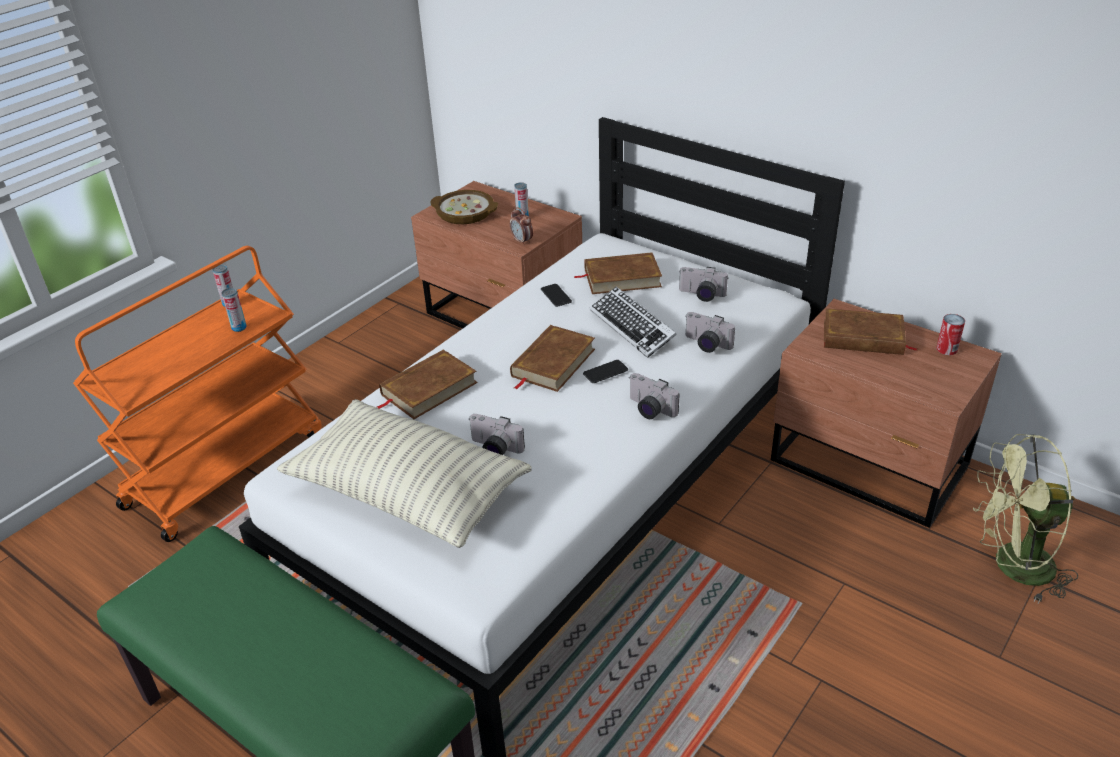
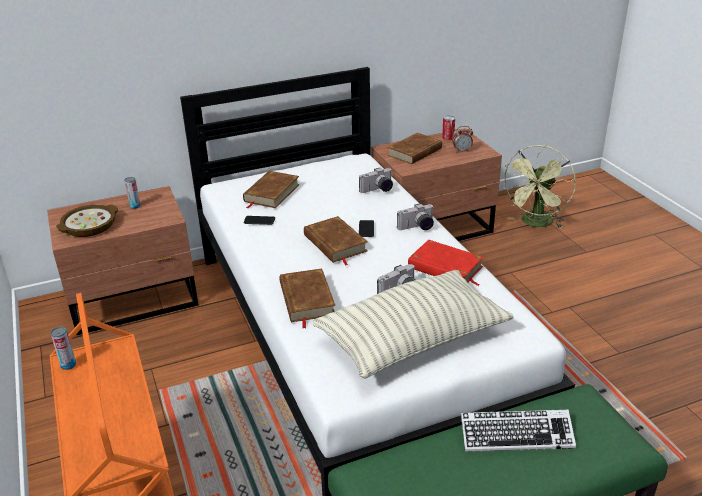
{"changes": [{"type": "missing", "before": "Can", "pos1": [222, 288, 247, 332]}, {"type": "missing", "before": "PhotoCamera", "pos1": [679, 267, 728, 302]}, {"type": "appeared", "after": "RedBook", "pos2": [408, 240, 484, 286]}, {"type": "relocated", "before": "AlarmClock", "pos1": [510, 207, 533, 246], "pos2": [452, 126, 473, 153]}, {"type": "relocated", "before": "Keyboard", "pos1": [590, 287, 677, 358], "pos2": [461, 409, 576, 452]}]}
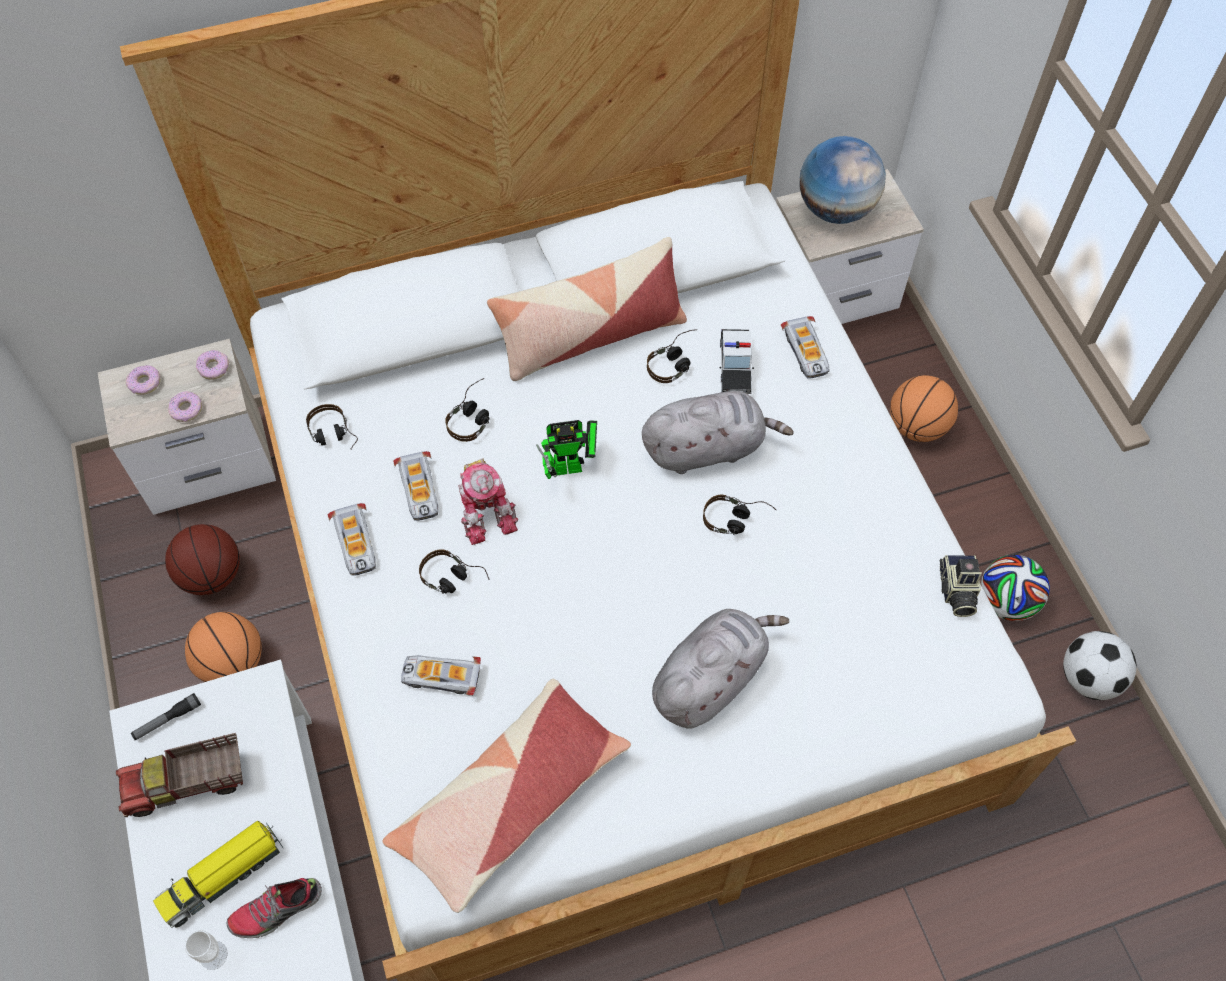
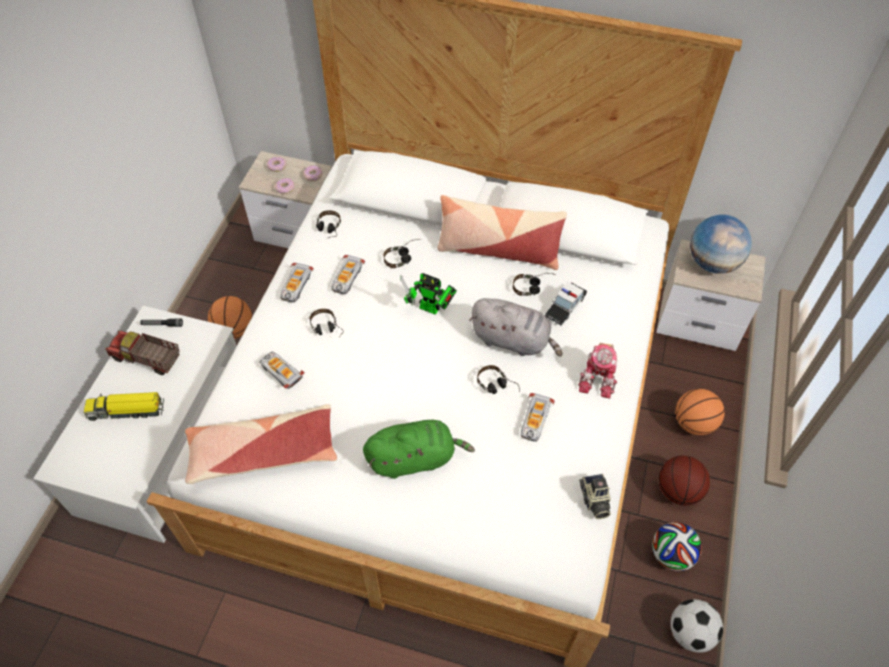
{"changes": [{"type": "missing", "before": "Cup", "pos1": [185, 930, 228, 970]}, {"type": "missing", "before": "Shoe", "pos1": [226, 878, 322, 938]}, {"type": "relocated", "before": "Basketball", "pos1": [165, 524, 240, 595], "pos2": [659, 456, 710, 506]}, {"type": "relocated", "before": "ToyRobot", "pos1": [458, 458, 518, 545], "pos2": [578, 343, 617, 399]}, {"type": "relocated", "before": "ToyCar", "pos1": [781, 316, 830, 378], "pos2": [521, 393, 555, 442]}, {"type": "colour", "before": "GreyPlushToy", "after": "GreenPlushToy", "pos1": [652, 609, 789, 729], "pos2": [363, 420, 475, 479]}, {"type": "spun", "before": "PhotoCamera", "pos1": [940, 555, 982, 617], "pos2": [579, 474, 611, 519], "turn": -45}]}
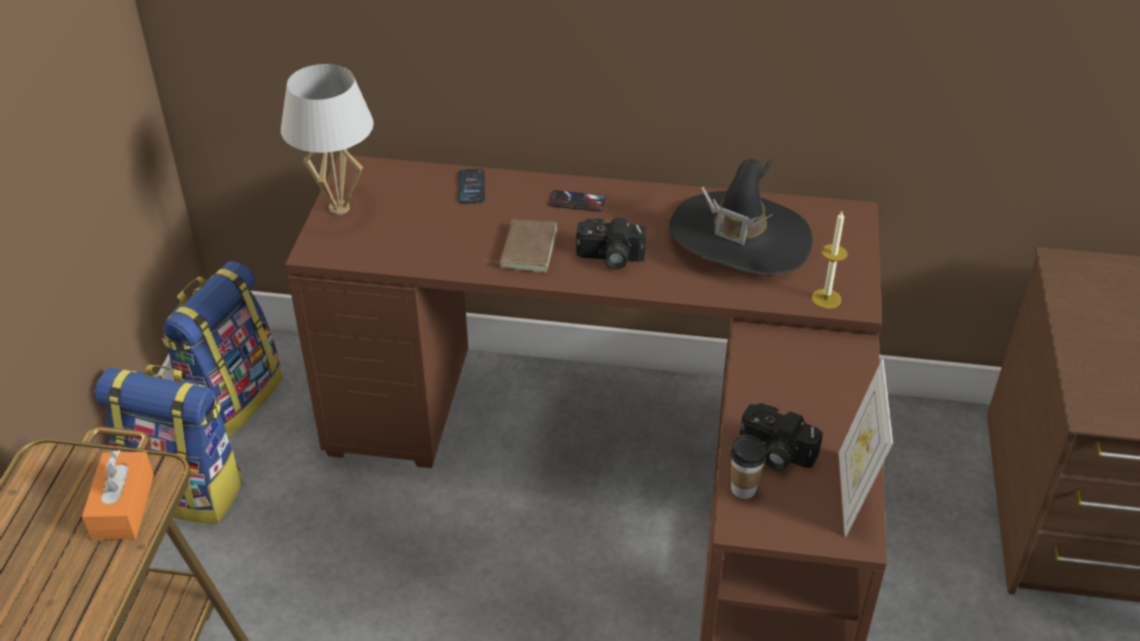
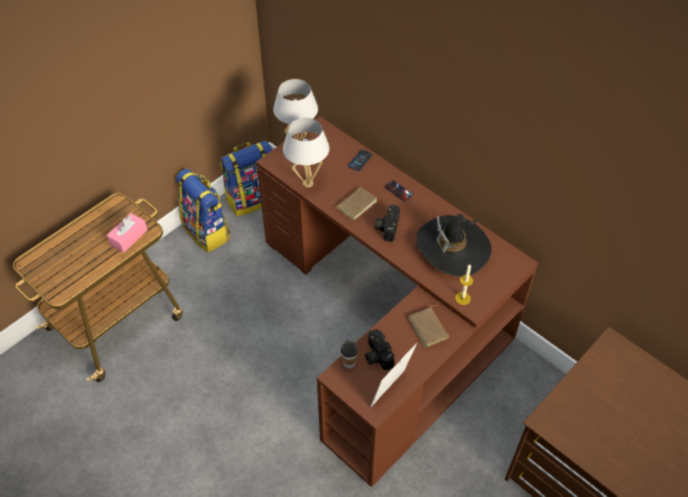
{"changes": [{"type": "appeared", "after": "WhiteTableLamp", "pos2": [283, 118, 329, 188]}, {"type": "appeared", "after": "BrownBook", "pos2": [408, 305, 449, 348]}, {"type": "colour", "before": "OrangeTissueBox", "after": "PinkTissueBox", "pos1": [82, 450, 154, 540], "pos2": [107, 213, 147, 253]}, {"type": "spun", "before": "PhotoCamera", "pos1": [576, 217, 647, 269], "pos2": [375, 205, 400, 242], "turn": 60}]}
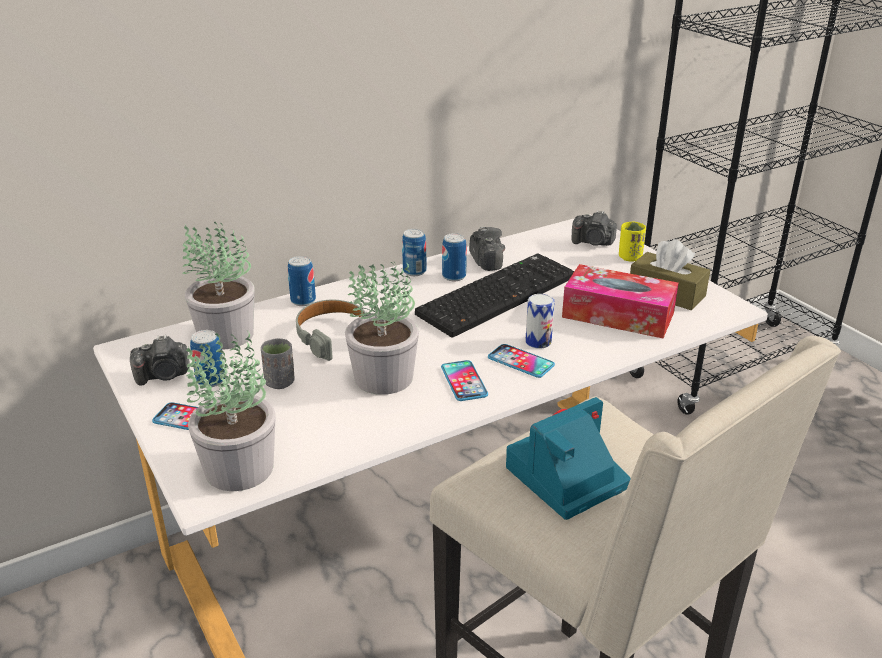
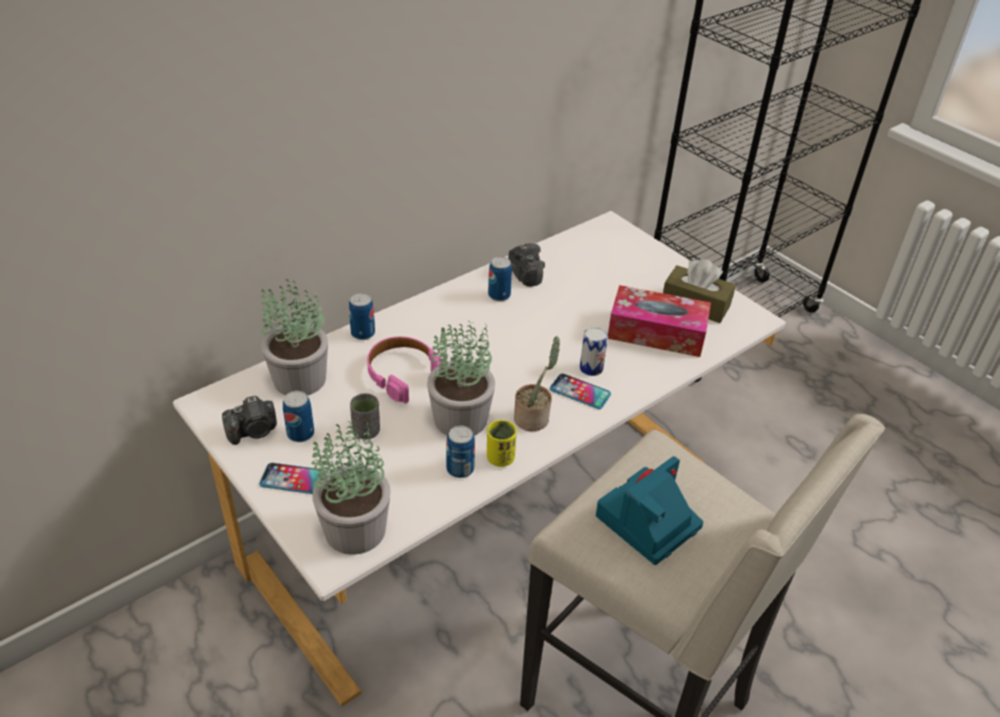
{"changes": [{"type": "missing", "before": "Keyboard", "pos1": [415, 253, 574, 338]}, {"type": "missing", "before": "PhotoCamera", "pos1": [572, 210, 617, 246]}, {"type": "relocated", "before": "Can", "pos1": [402, 229, 426, 276], "pos2": [446, 426, 475, 478]}, {"type": "relocated", "before": "YellowCup", "pos1": [619, 222, 646, 262], "pos2": [487, 420, 517, 467]}, {"type": "exchanged", "before": "Phone", "after": "PottedPlant", "pos1": [441, 360, 488, 401], "pos2": [514, 336, 560, 431]}, {"type": "colour", "before": "GreyHeadphones", "after": "PinkHeadphones", "pos1": [296, 300, 367, 361], "pos2": [367, 336, 445, 403]}]}
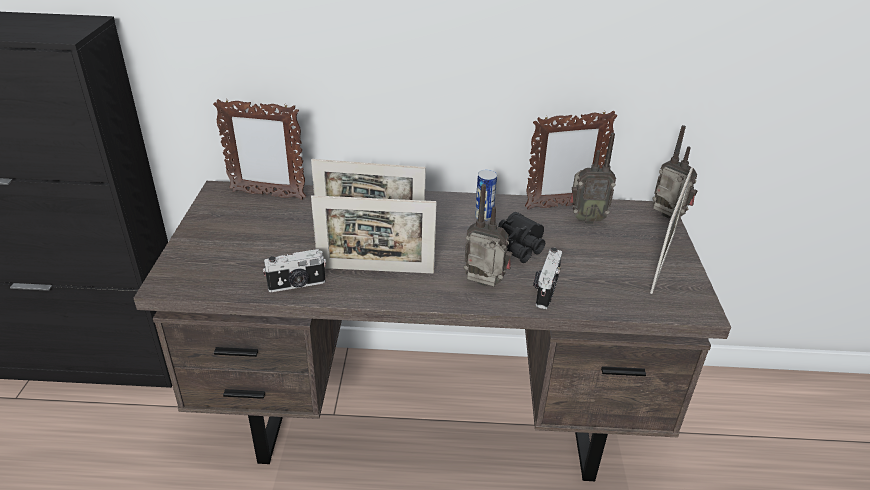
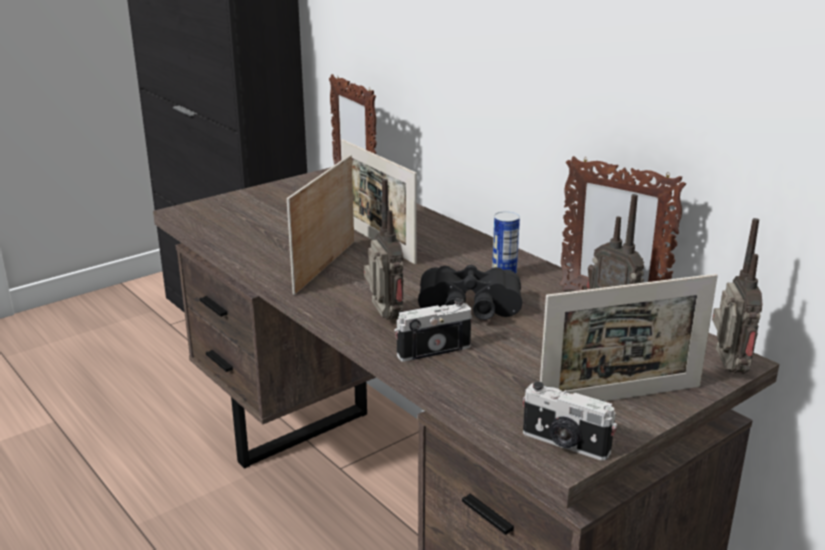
{"changes": [{"type": "relocated", "before": "PhotoCamera", "pos1": [263, 249, 326, 292], "pos2": [523, 382, 617, 461]}, {"type": "spun", "before": "PictureFrame", "pos1": [311, 195, 437, 274], "pos2": [287, 155, 354, 295], "turn": 60}]}
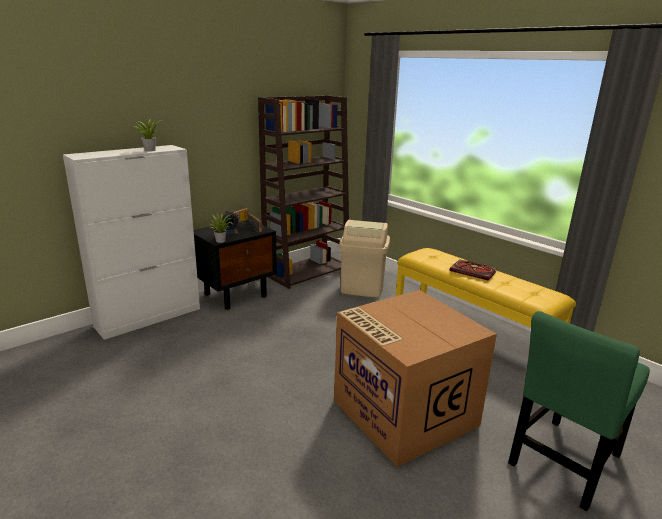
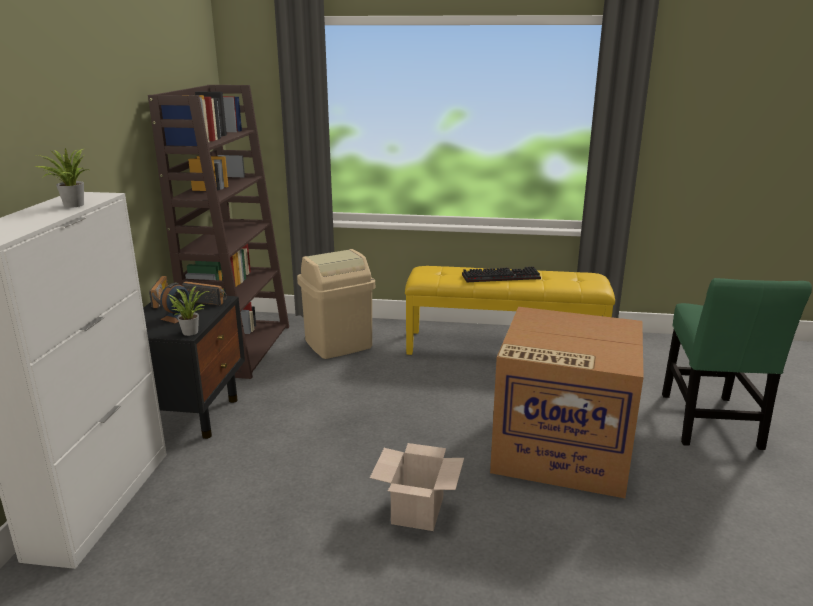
{"changes": [{"type": "appeared", "after": "CardboardBox", "pos2": [370, 443, 464, 531]}, {"type": "exchanged", "before": "Book", "after": "Keyboard", "pos1": [450, 259, 497, 281], "pos2": [462, 266, 541, 282]}]}
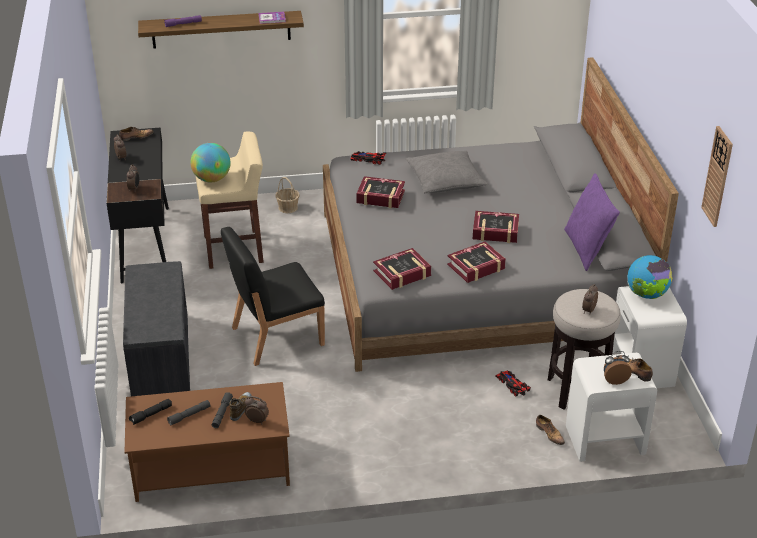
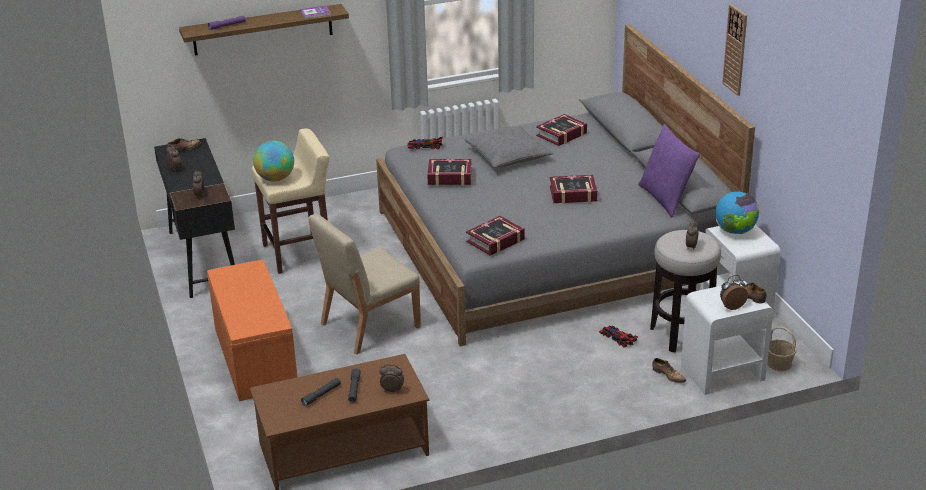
{"changes": [{"type": "missing", "before": "BlackFlashlight", "pos1": [129, 399, 172, 425]}, {"type": "missing", "before": "Shoe", "pos1": [229, 392, 252, 421]}, {"type": "relocated", "before": "Basket", "pos1": [276, 177, 300, 213], "pos2": [767, 327, 797, 371]}, {"type": "relocated", "before": "Book", "pos1": [447, 242, 506, 283], "pos2": [536, 114, 587, 146]}, {"type": "relocated", "before": "WallClock", "pos1": [701, 126, 733, 227], "pos2": [722, 4, 747, 96]}, {"type": "colour", "before": "GreyBench", "after": "OrangeBench", "pos1": [123, 261, 190, 396], "pos2": [207, 260, 297, 401]}, {"type": "colour", "before": "BlackChair", "after": "BeigeChair", "pos1": [221, 227, 325, 366], "pos2": [309, 214, 421, 355]}]}
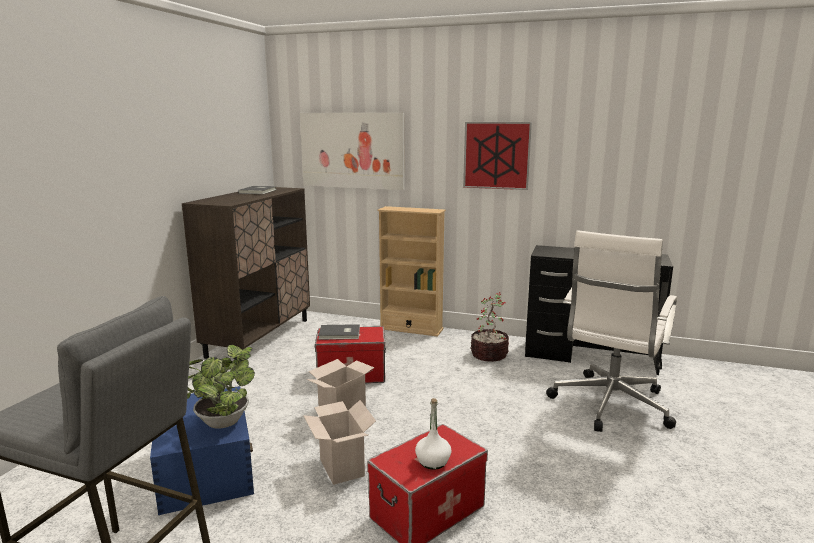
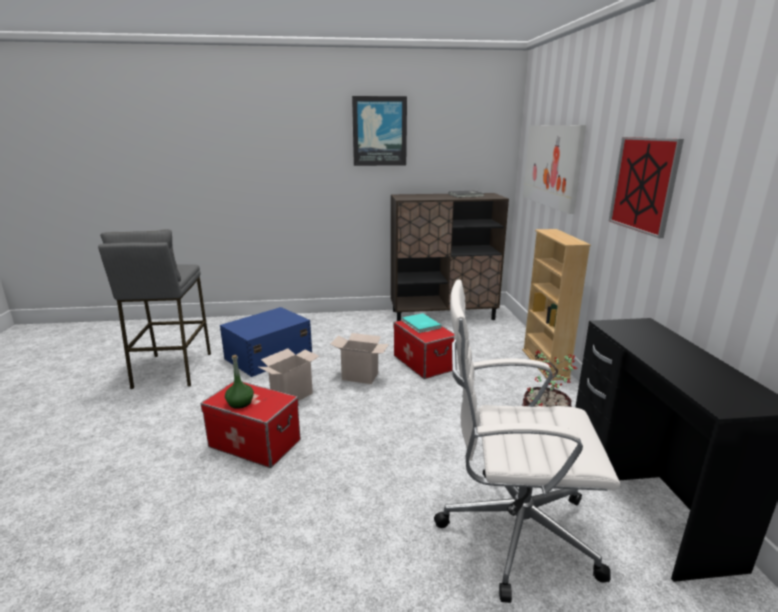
{"changes": [{"type": "missing", "before": "PottedPlant", "pos1": [187, 345, 255, 428]}, {"type": "appeared", "after": "Picture", "pos2": [352, 96, 407, 166]}, {"type": "colour", "before": "GreyBook", "after": "TurquoiseBook", "pos1": [318, 324, 360, 340], "pos2": [402, 313, 441, 333]}, {"type": "colour", "before": "WhiteBottle", "after": "GreenBottle", "pos1": [415, 398, 451, 469], "pos2": [225, 355, 254, 409]}]}
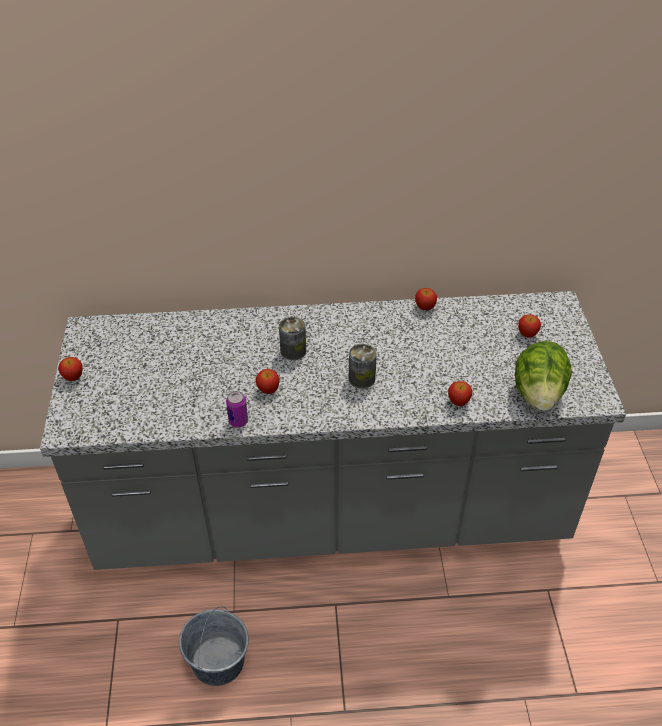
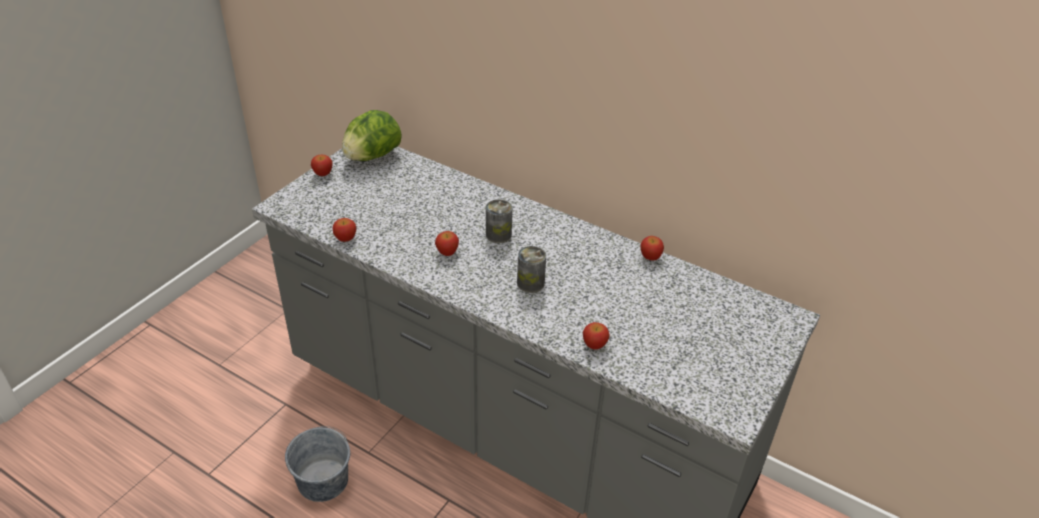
{"changes": [{"type": "missing", "before": "Can", "pos1": [226, 391, 248, 428]}, {"type": "relocated", "before": "Lettuce", "pos1": [515, 341, 572, 411], "pos2": [342, 110, 402, 161]}, {"type": "relocated", "before": "Apple", "pos1": [518, 314, 541, 338], "pos2": [333, 218, 356, 242]}]}
